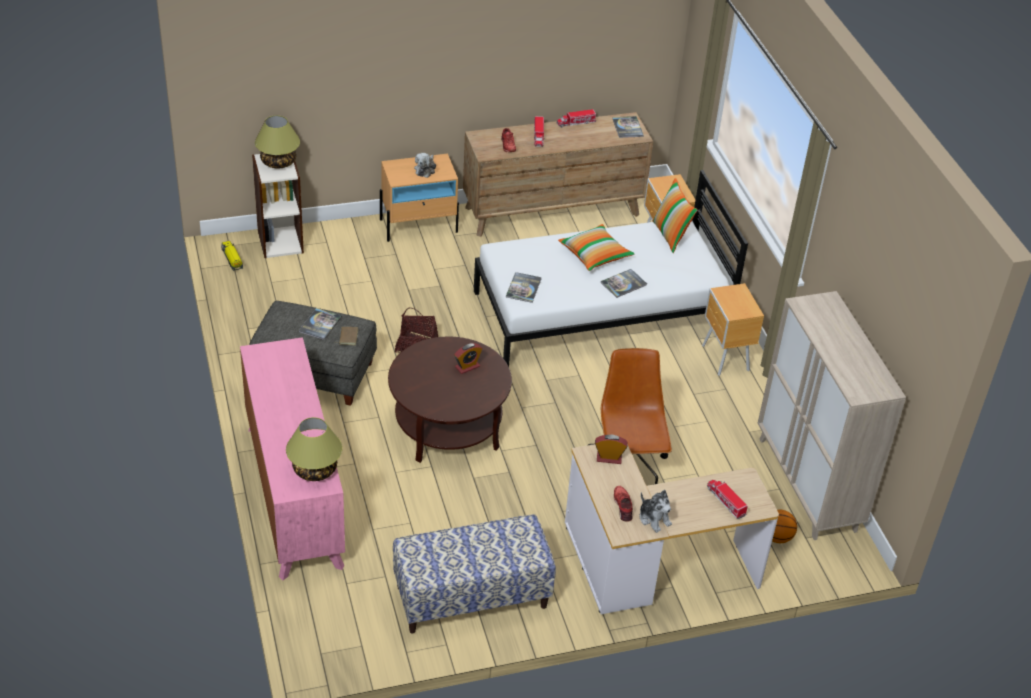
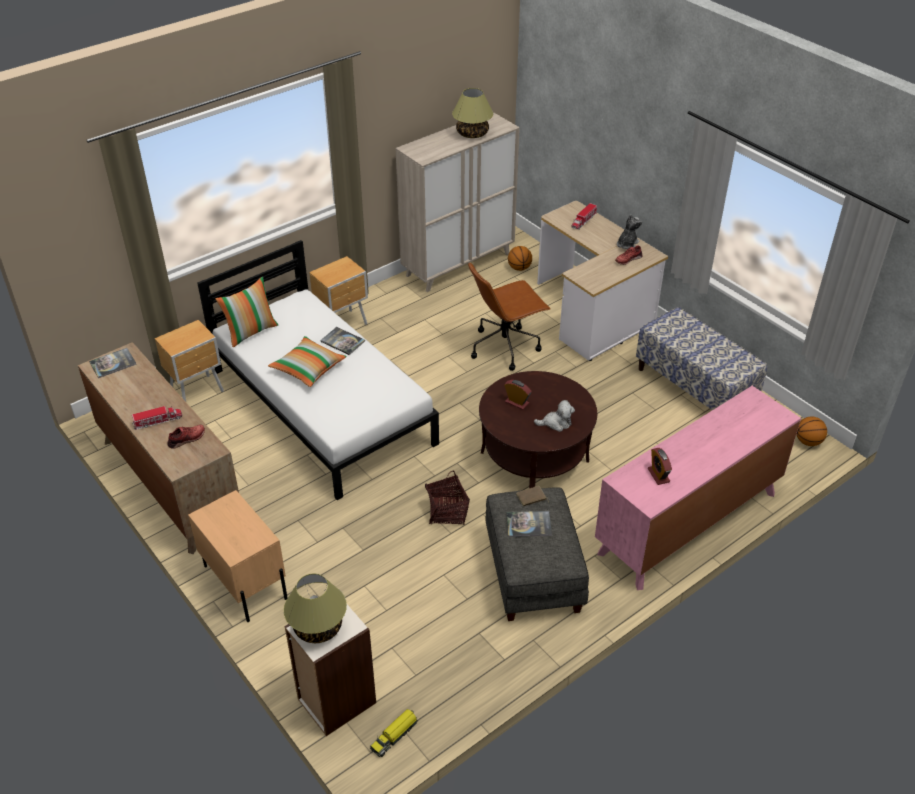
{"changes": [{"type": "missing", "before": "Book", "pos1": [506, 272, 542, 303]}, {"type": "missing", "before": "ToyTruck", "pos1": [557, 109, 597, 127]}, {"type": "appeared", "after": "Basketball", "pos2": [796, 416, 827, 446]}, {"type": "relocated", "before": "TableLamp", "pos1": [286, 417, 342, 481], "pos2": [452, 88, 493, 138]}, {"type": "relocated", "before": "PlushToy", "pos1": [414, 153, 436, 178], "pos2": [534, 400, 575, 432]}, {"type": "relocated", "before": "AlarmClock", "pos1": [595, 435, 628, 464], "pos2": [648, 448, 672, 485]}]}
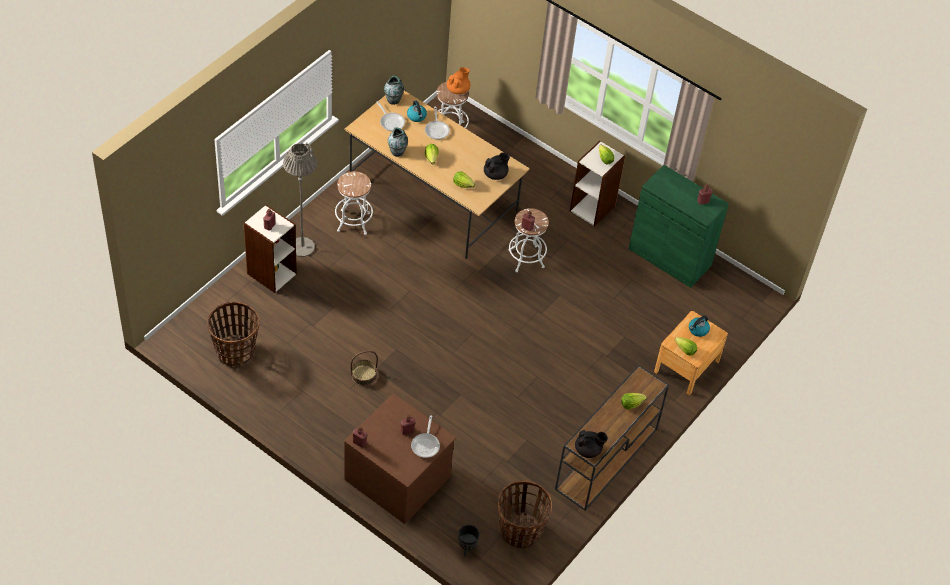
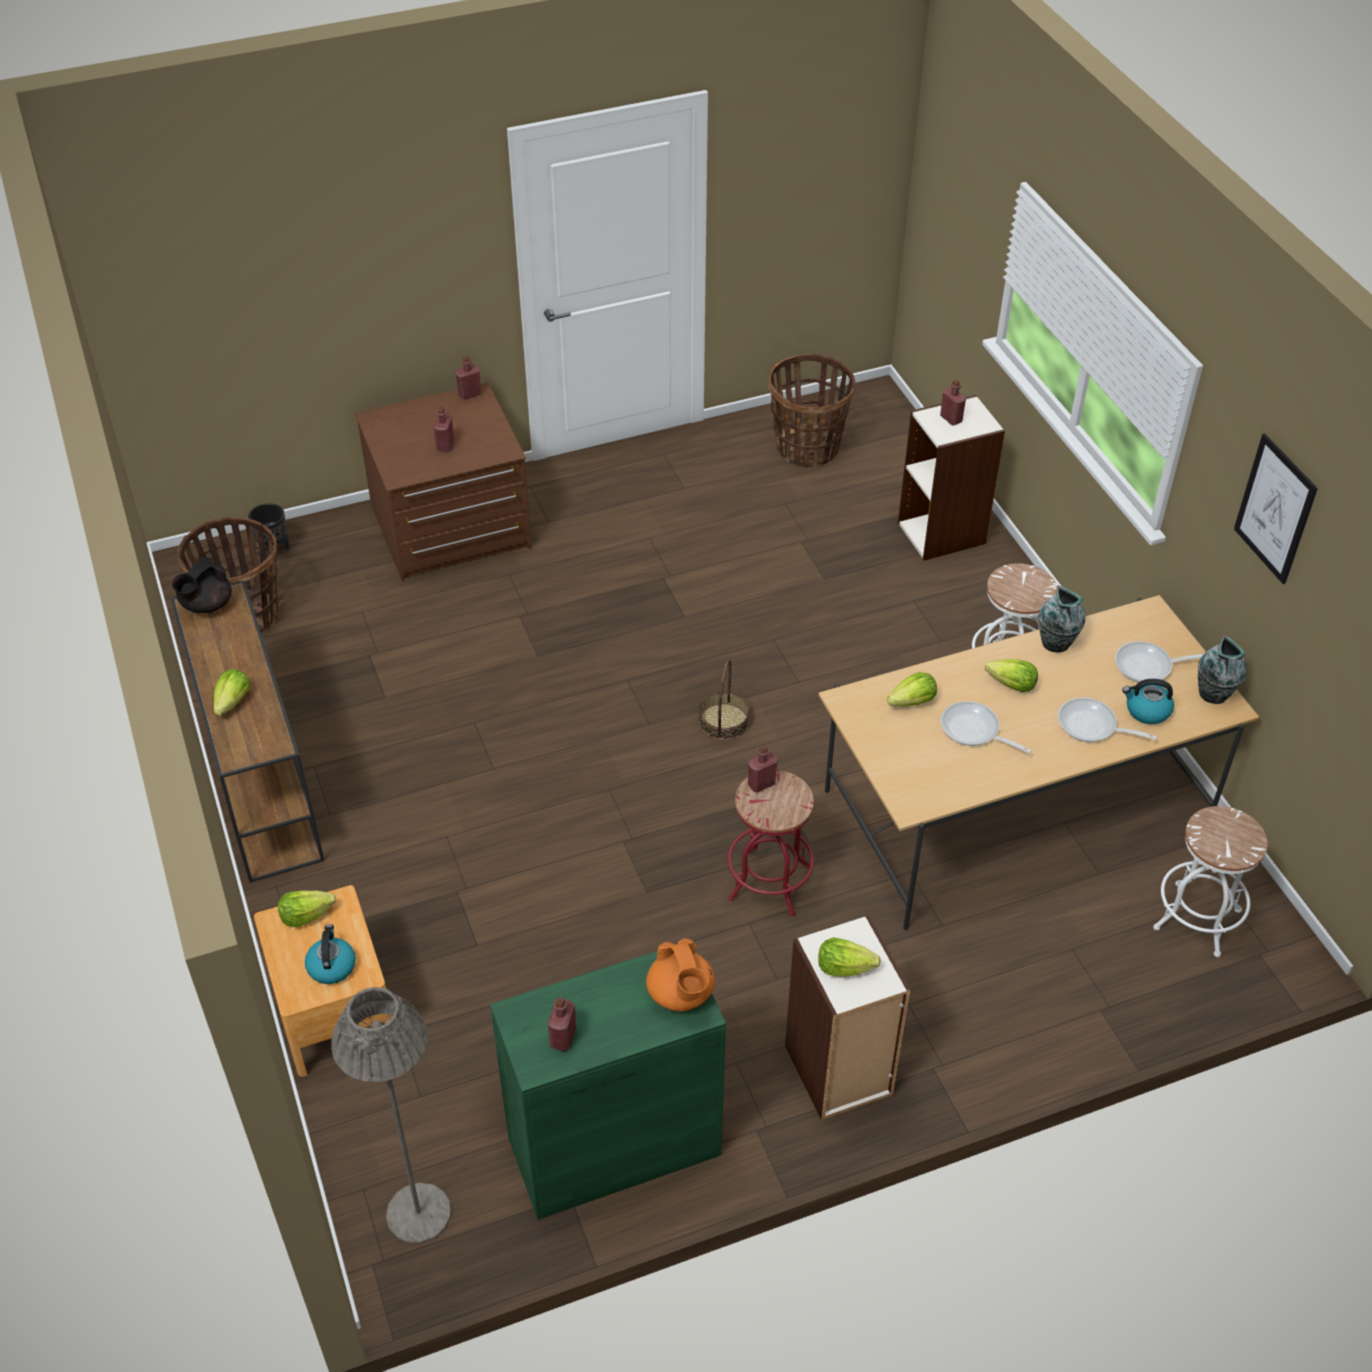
{"changes": [{"type": "missing", "before": "BlackTeapot", "pos1": [484, 152, 510, 180]}, {"type": "appeared", "after": "Picture", "pos2": [1234, 434, 1318, 584]}, {"type": "relocated", "before": "GreyFloorLamp", "pos1": [283, 143, 317, 257], "pos2": [331, 987, 451, 1244]}, {"type": "relocated", "before": "Basket", "pos1": [351, 351, 378, 386], "pos2": [699, 659, 750, 741]}, {"type": "relocated", "before": "FryingPan", "pos1": [411, 416, 440, 458], "pos2": [941, 701, 1032, 754]}, {"type": "relocated", "before": "OrangeTeapot", "pos1": [447, 67, 470, 94], "pos2": [646, 938, 715, 1011]}, {"type": "colour", "before": "WhiteStool", "after": "RedStool", "pos1": [509, 208, 549, 272], "pos2": [728, 770, 814, 916]}]}
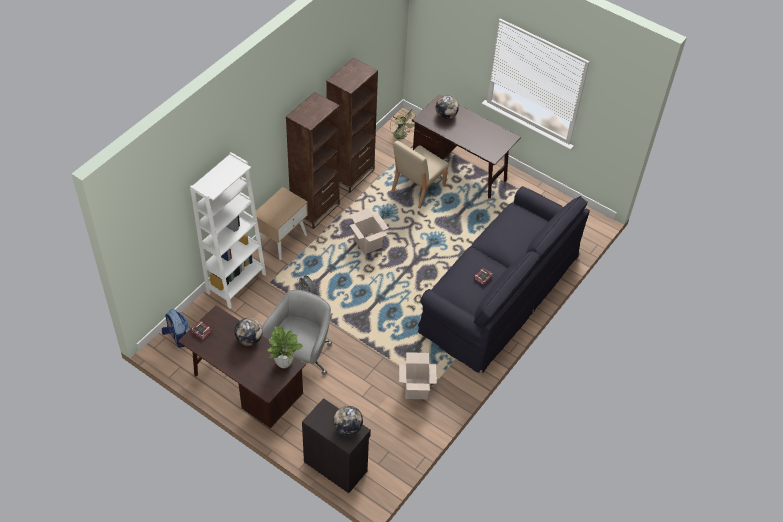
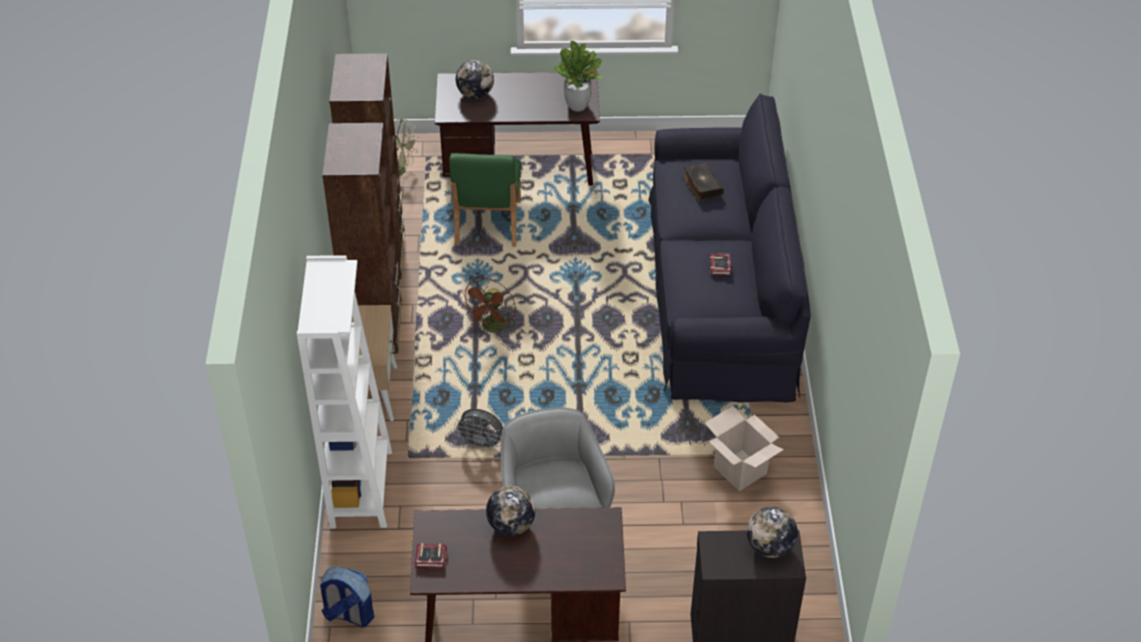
{"changes": [{"type": "appeared", "after": "Book", "pos2": [683, 163, 724, 201]}, {"type": "relocated", "before": "PottedPlant", "pos1": [267, 326, 304, 368], "pos2": [553, 41, 602, 111]}, {"type": "exchanged", "before": "CardboardBox", "after": "BrownFan", "pos1": [350, 208, 388, 254], "pos2": [462, 278, 516, 333]}, {"type": "colour", "before": "BeigeChair", "after": "GreenChair", "pos1": [392, 140, 449, 209], "pos2": [449, 153, 521, 247]}]}
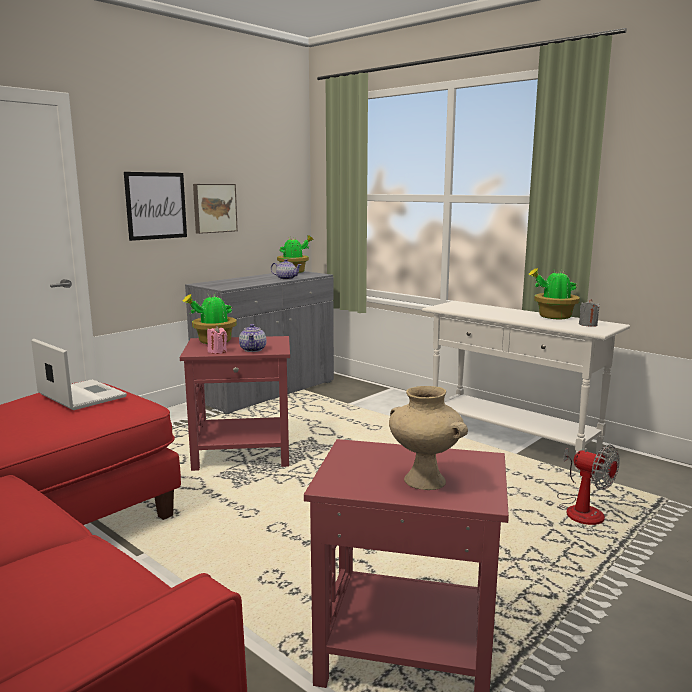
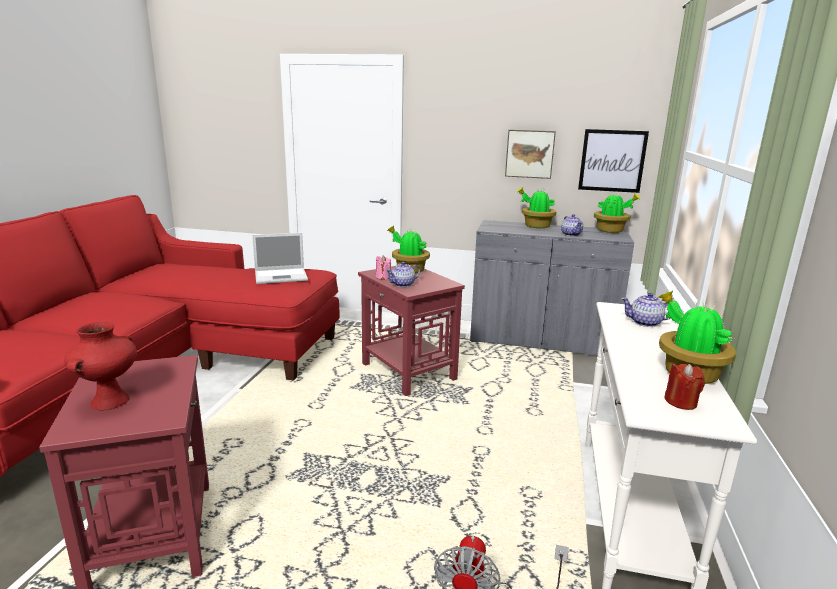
{"changes": [{"type": "appeared", "after": "PottedPlant", "pos2": [517, 187, 556, 228]}, {"type": "appeared", "after": "Teapot", "pos2": [621, 293, 673, 327]}, {"type": "relocated", "before": "Picture", "pos1": [124, 172, 187, 241], "pos2": [578, 129, 649, 193]}, {"type": "colour", "before": "BeigeVase", "after": "RedVase", "pos1": [389, 386, 468, 490], "pos2": [64, 322, 137, 410]}, {"type": "colour", "before": "GreyCandle", "after": "RedCandle", "pos1": [579, 299, 600, 327], "pos2": [664, 364, 705, 410]}, {"type": "spun", "before": "Laptop", "pos1": [31, 339, 127, 410], "pos2": [252, 233, 308, 284], "turn": 60}]}
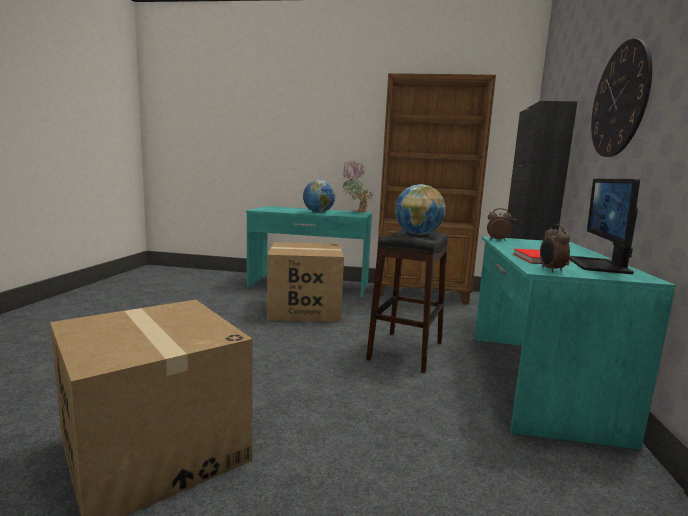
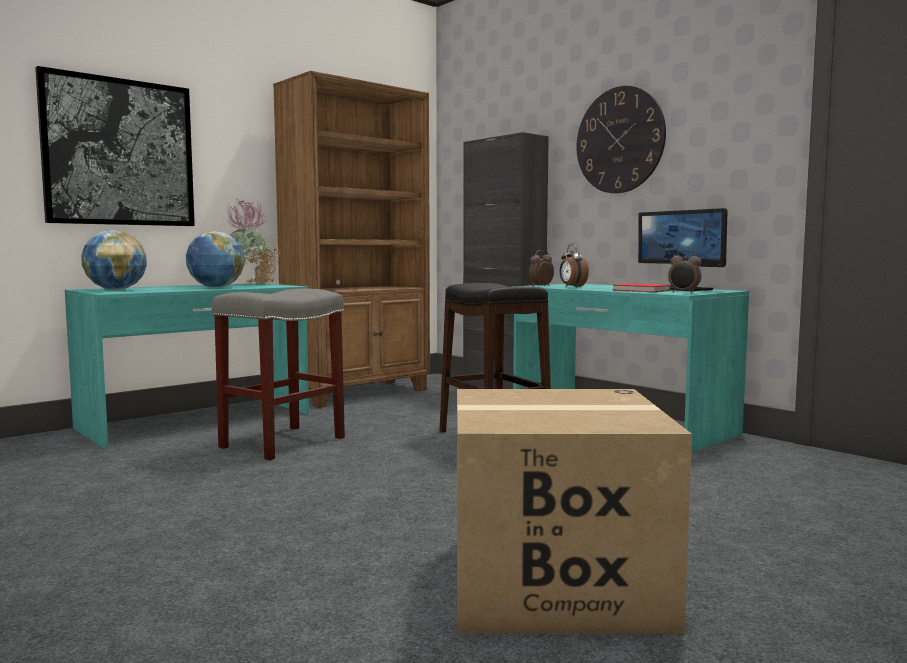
{"changes": [{"type": "appeared", "after": "Picture", "pos2": [35, 66, 195, 226]}, {"type": "appeared", "after": "AlarmClock", "pos2": [560, 244, 589, 288]}, {"type": "relocated", "before": "Globe", "pos1": [395, 184, 446, 235], "pos2": [81, 230, 147, 290]}, {"type": "exchanged", "before": "CardboardBox", "after": "GreyStool", "pos1": [267, 242, 344, 322], "pos2": [212, 288, 345, 460]}]}
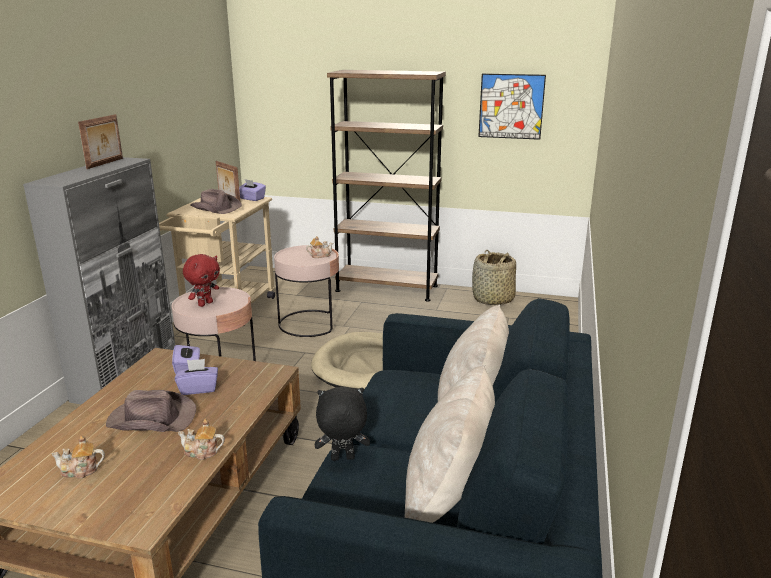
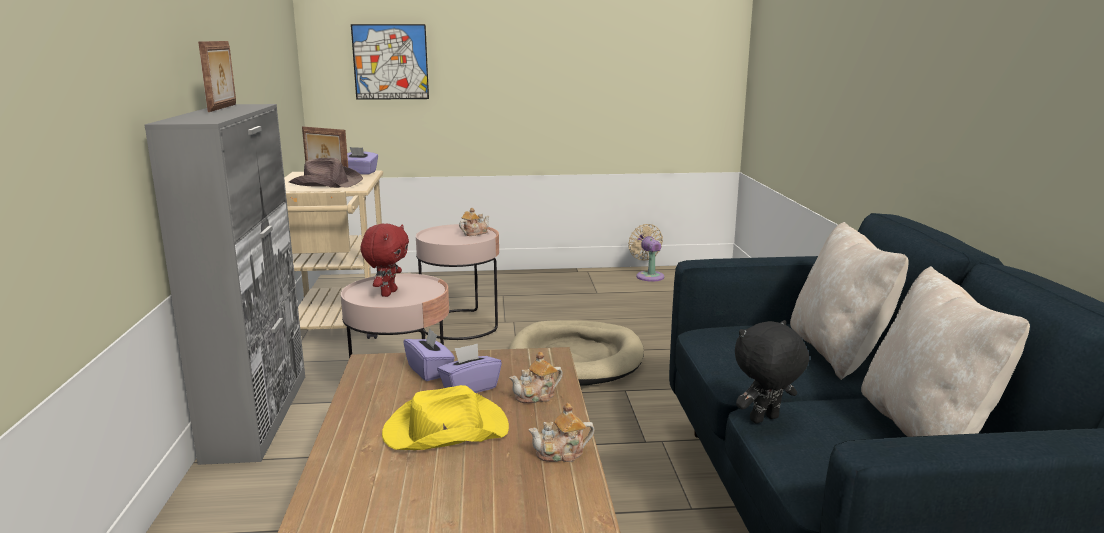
{"changes": [{"type": "missing", "before": "BrownBookcase", "pos1": [327, 70, 446, 301]}, {"type": "relocated", "before": "Teapot", "pos1": [51, 435, 105, 478], "pos2": [510, 352, 563, 403]}, {"type": "relocated", "before": "Picture", "pos1": [478, 74, 546, 140], "pos2": [351, 24, 429, 100]}, {"type": "exchanged", "before": "Basket", "after": "BeigeFan", "pos1": [472, 250, 516, 305], "pos2": [628, 224, 664, 281]}, {"type": "colour", "before": "BrownHat", "after": "YellowHat", "pos1": [106, 390, 196, 432], "pos2": [382, 385, 509, 450]}]}
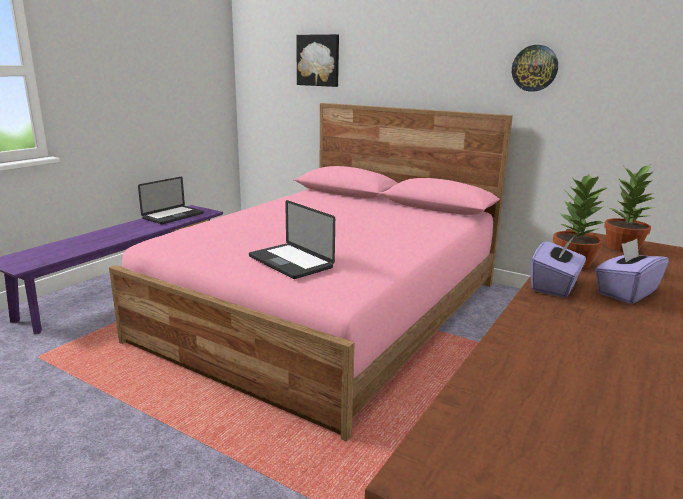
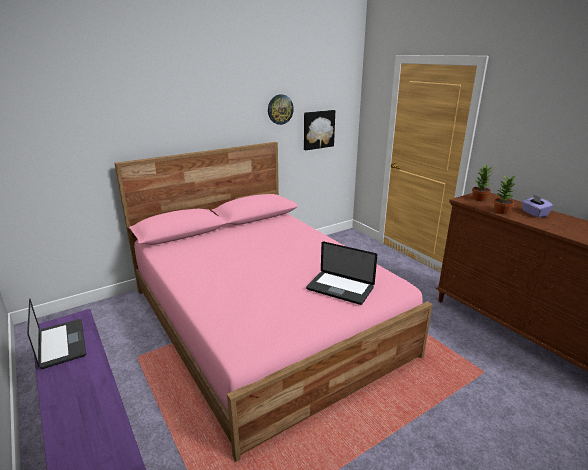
{"changes": [{"type": "missing", "before": "PurpleTissueBox", "pos1": [531, 237, 586, 298]}, {"type": "relocated", "before": "Picture", "pos1": [296, 34, 339, 87], "pos2": [304, 110, 335, 150]}, {"type": "spun", "before": "Laptop", "pos1": [249, 200, 335, 279], "pos2": [306, 241, 377, 305], "turn": 45}]}
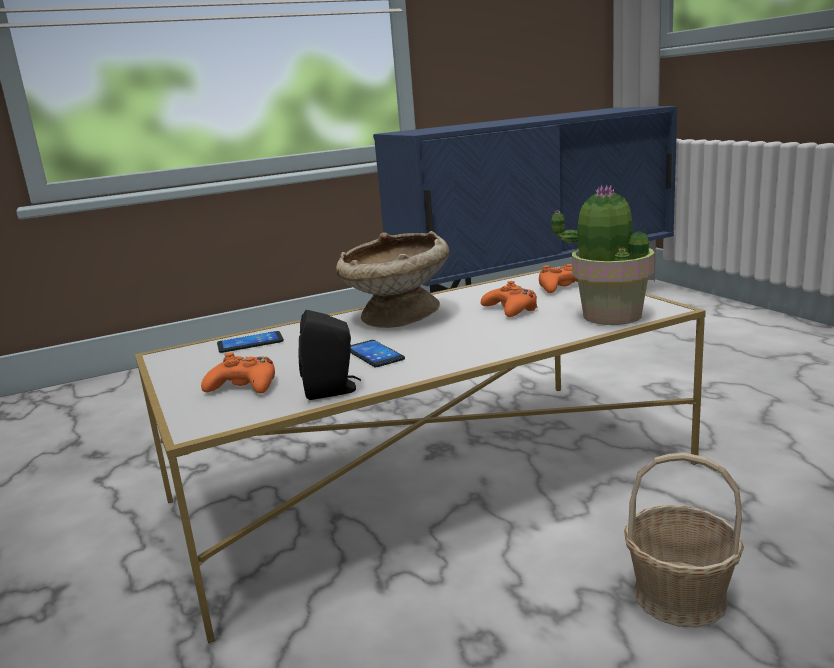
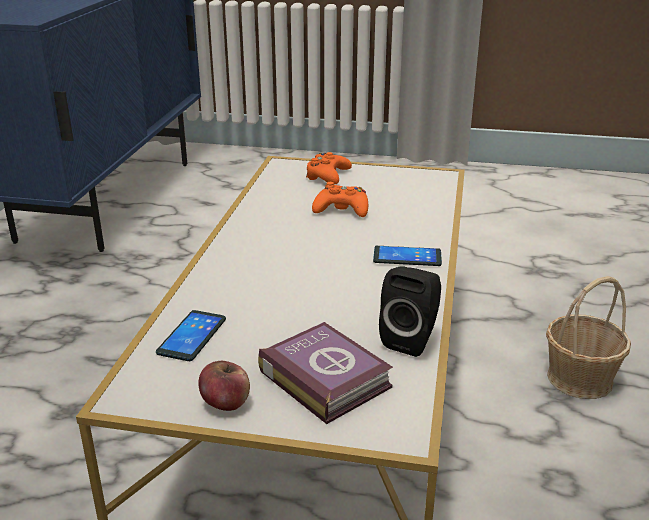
{"changes": [{"type": "missing", "before": "BeigeBowl", "pos1": [336, 231, 449, 328]}, {"type": "missing", "before": "PottedPlant", "pos1": [552, 185, 654, 325]}, {"type": "appeared", "after": "Apple", "pos2": [198, 361, 250, 411]}, {"type": "relocated", "before": "Phone", "pos1": [351, 340, 405, 367], "pos2": [373, 246, 442, 266]}, {"type": "exchanged", "before": "OrangeGameController", "after": "Book", "pos1": [201, 352, 275, 394], "pos2": [258, 322, 393, 424]}]}
